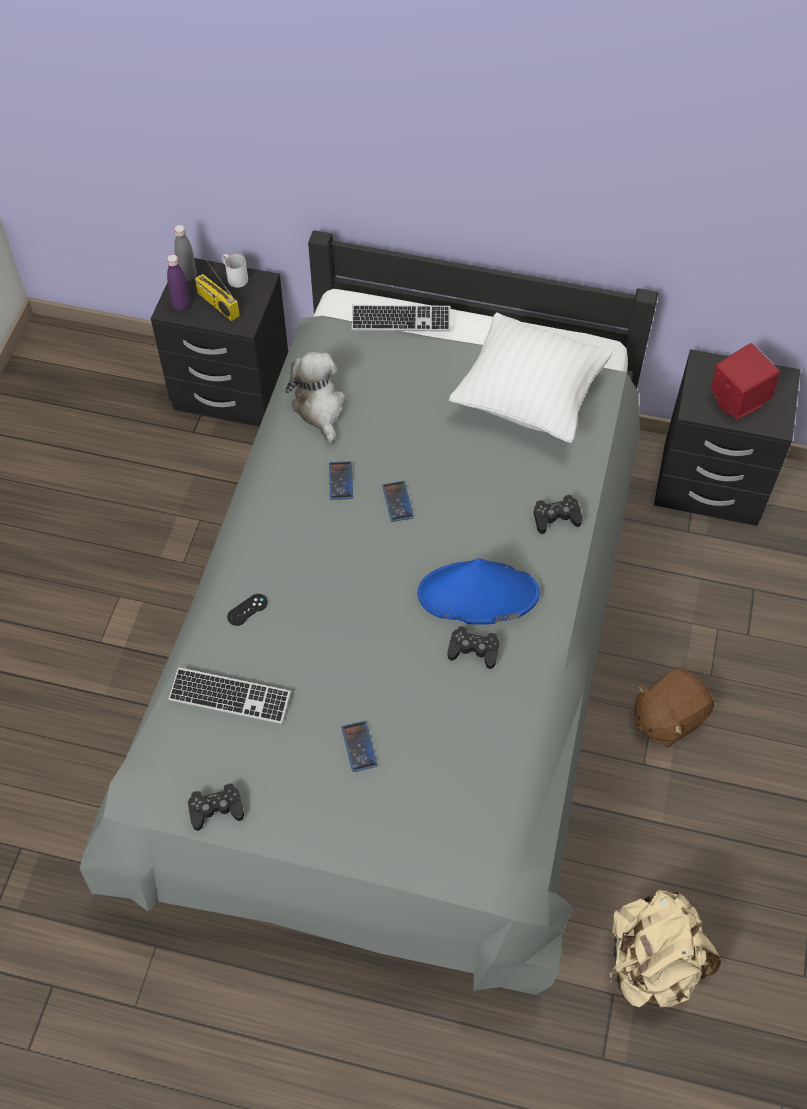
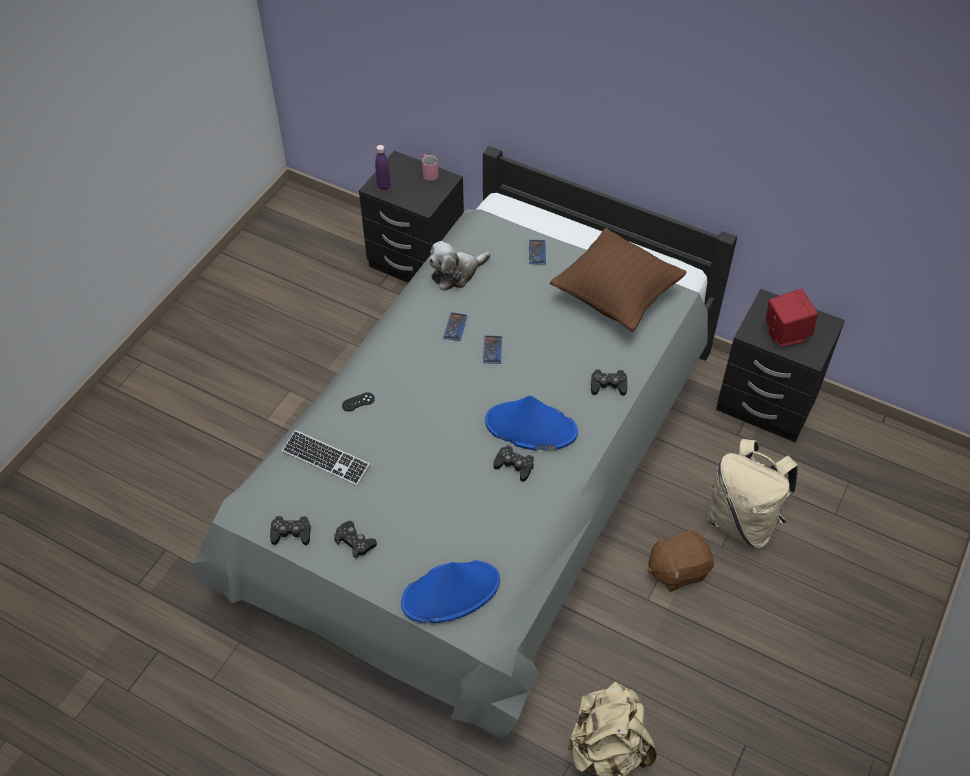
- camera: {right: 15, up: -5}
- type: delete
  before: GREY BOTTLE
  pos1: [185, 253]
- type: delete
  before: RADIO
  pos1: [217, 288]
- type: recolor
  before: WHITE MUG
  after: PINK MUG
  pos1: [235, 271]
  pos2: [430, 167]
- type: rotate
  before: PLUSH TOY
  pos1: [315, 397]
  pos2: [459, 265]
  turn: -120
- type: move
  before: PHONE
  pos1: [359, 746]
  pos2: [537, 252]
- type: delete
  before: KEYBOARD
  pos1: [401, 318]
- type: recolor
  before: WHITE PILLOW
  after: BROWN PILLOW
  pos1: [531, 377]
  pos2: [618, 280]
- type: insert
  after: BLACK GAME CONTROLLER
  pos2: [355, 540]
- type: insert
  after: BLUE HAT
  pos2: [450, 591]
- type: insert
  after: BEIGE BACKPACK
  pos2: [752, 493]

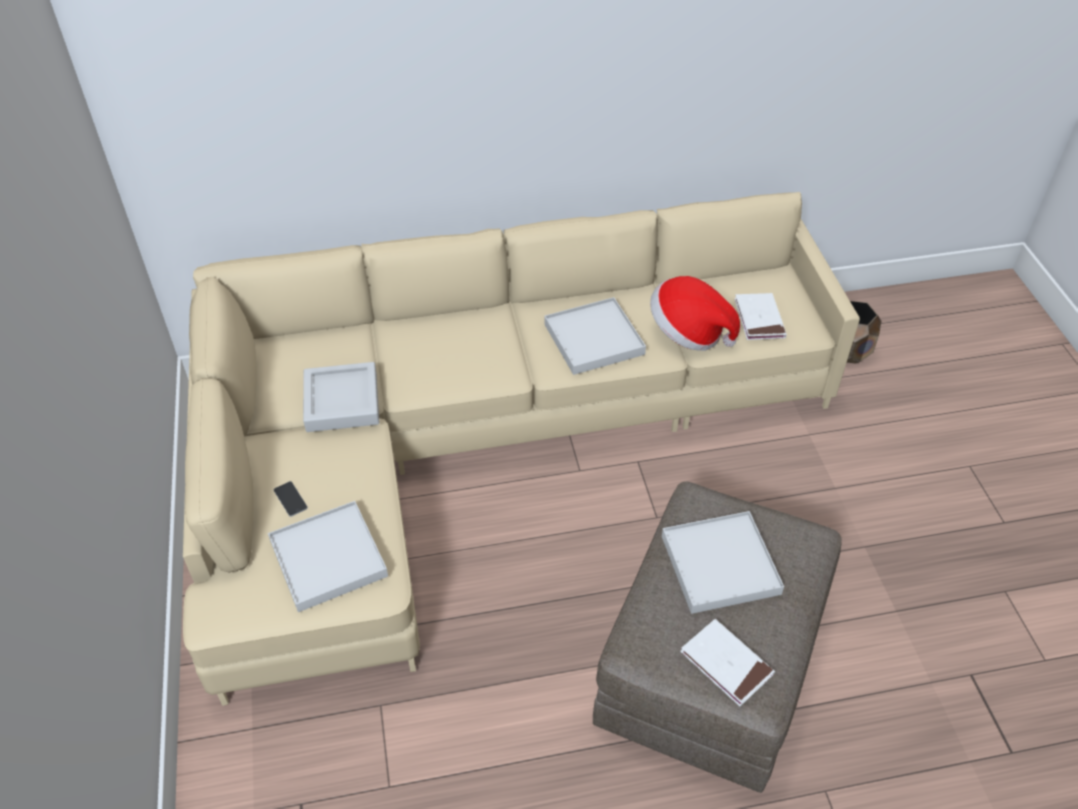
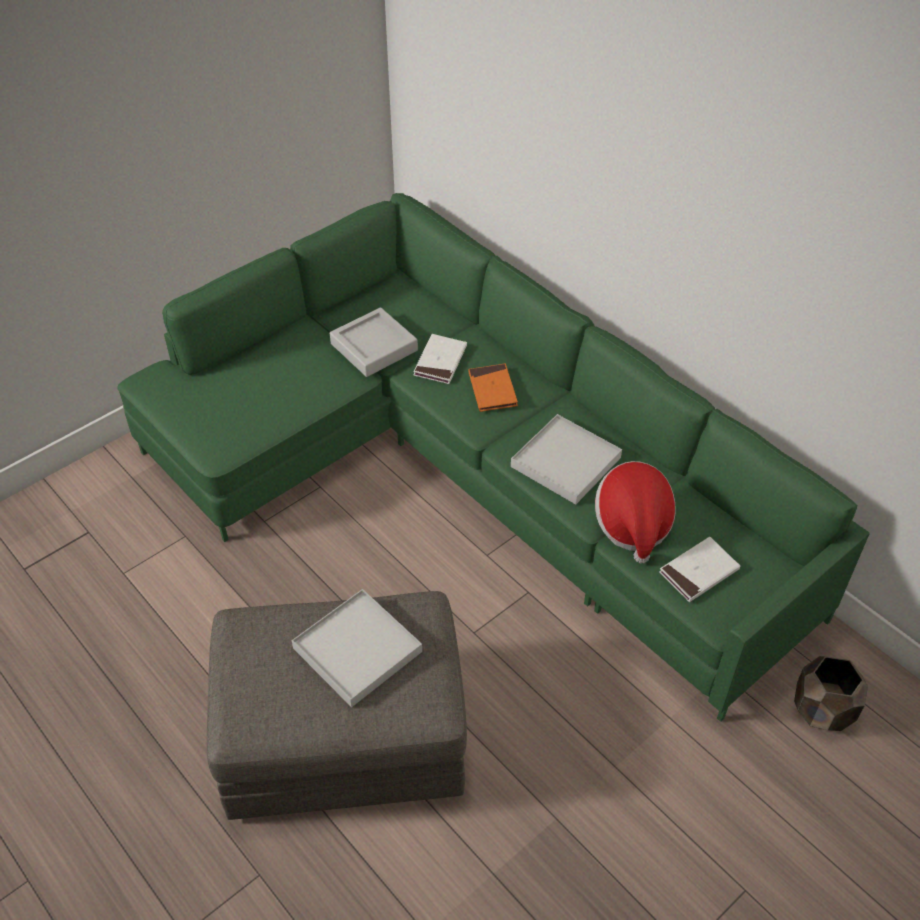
- camera: {right: 60, up: 0}
- type: recolor
  before: BEIGE SOFA
  after: GREEN SOFA
  pos1: [521, 449]
  pos2: [493, 457]
- type: delete
  before: WHITE TRAY
  pos1: [328, 556]
- type: delete
  before: PHONE
  pos1: [291, 499]
- type: move
  before: WHITE BOOK
  pos1: [727, 662]
  pos2: [440, 359]
- type: insert
  after: ORANGE BOOK
  pos2: [493, 388]

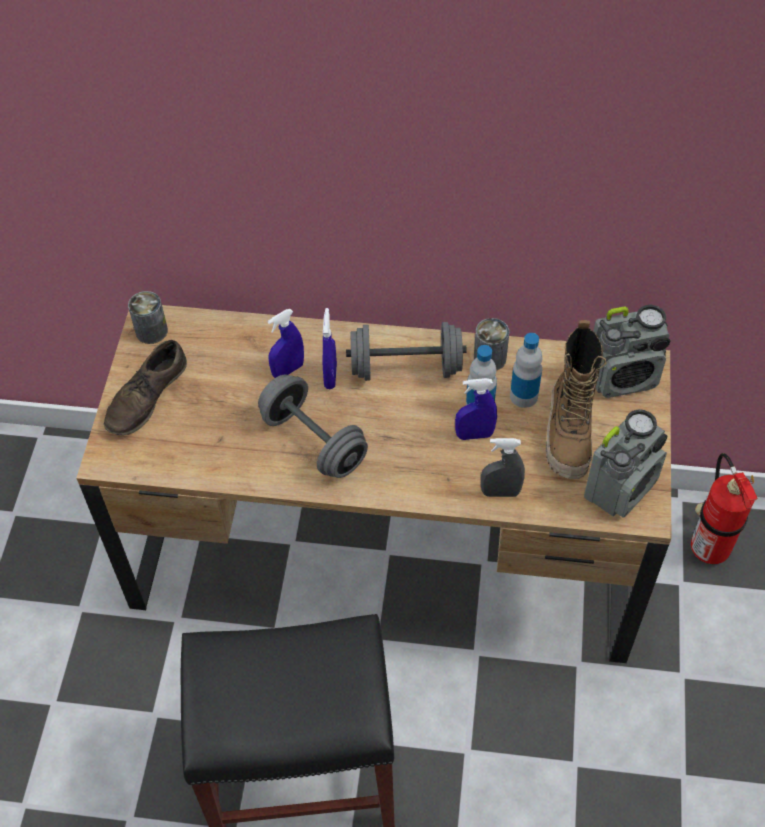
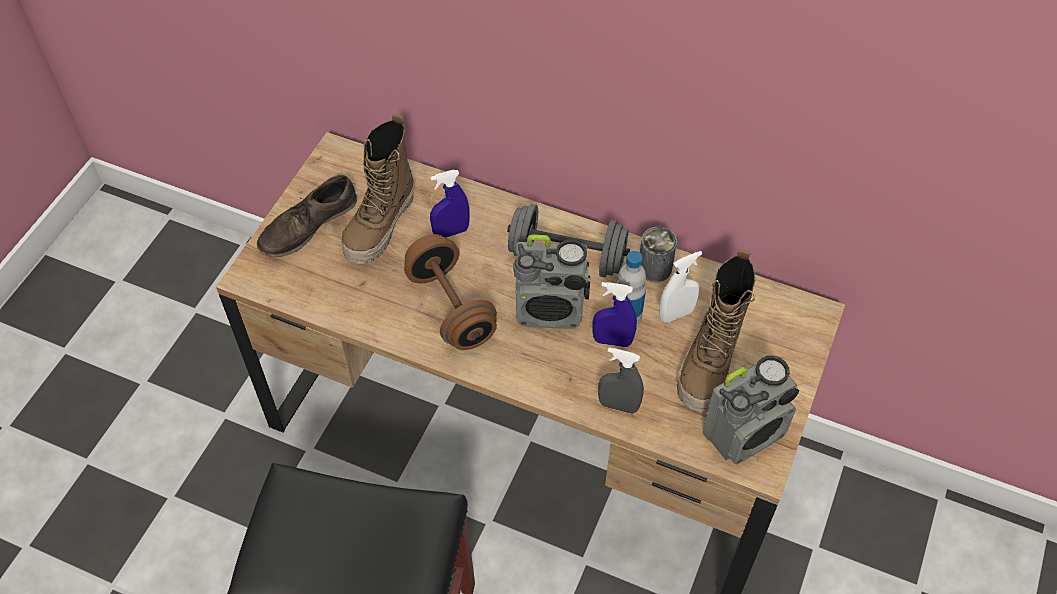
- camera: {right: 15, up: 0}
- type: delete
  before: CAN
  pos1: [148, 317]
- type: recolor
  before: GREY DUMBBELL
  after: BROWN DUMBBELL
  pos1: [313, 426]
  pos2: [450, 292]
- type: delete
  before: BLUE SPRAY BOTTLE
  pos1: [329, 348]
- type: replace
  before: BOTTLE
  after: WHITE SPRAY BOTTLE
  pos1: [526, 370]
  pos2: [680, 287]
- type: move
  before: RADIO
  pos1: [632, 351]
  pos2: [551, 282]
- type: delete
  before: FIRE EXTINGUISHER
  pos1: [724, 508]
- type: insert
  after: BOOT
  pos2: [378, 188]

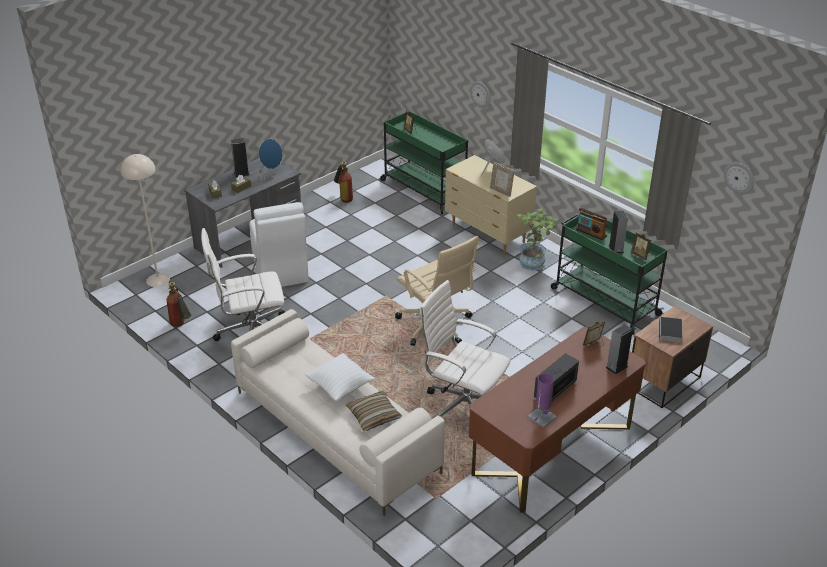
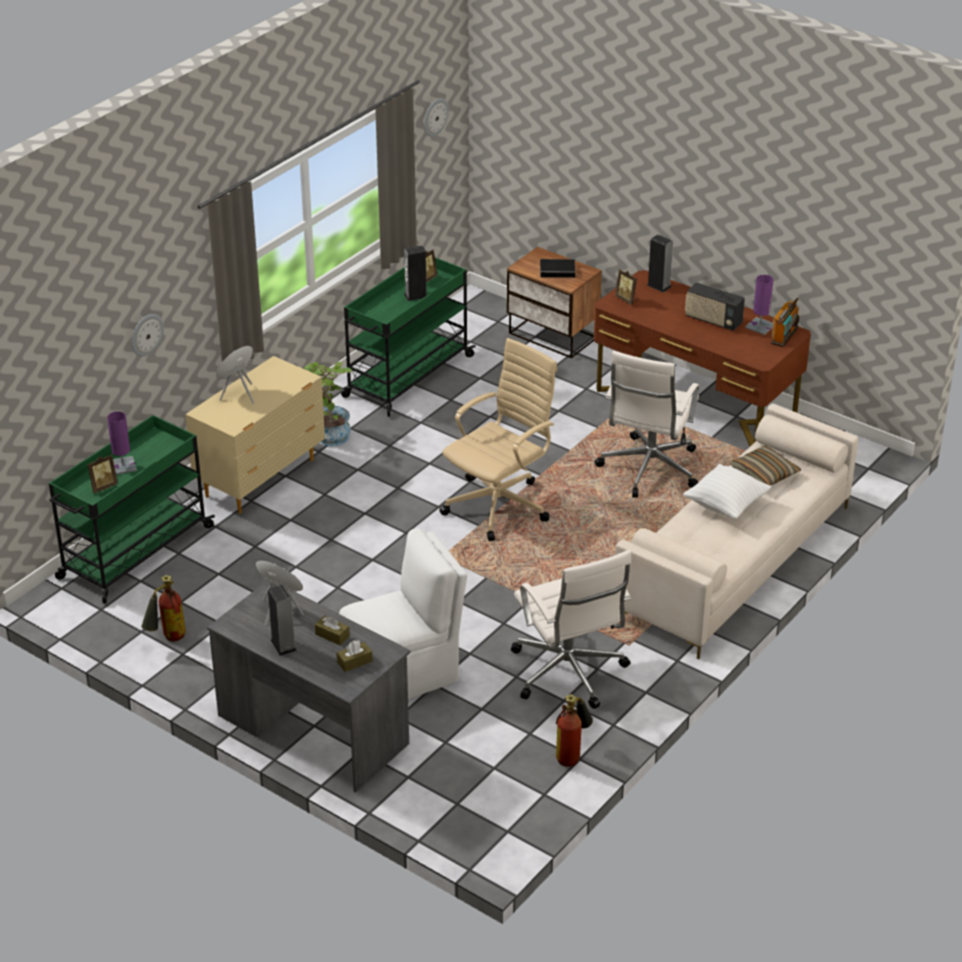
- camera: {right: -100, up: 0}
- type: delete
  before: BEIGE FLOOR LAMP
  pos1: [145, 220]
- type: delete
  before: PICTURE FRAME
  pos1: [502, 179]
- type: move
  before: RADIO
  pos1: [592, 224]
  pos2: [785, 322]
- type: insert
  after: PURPLE TABLE LAMP
  pos2: [122, 443]

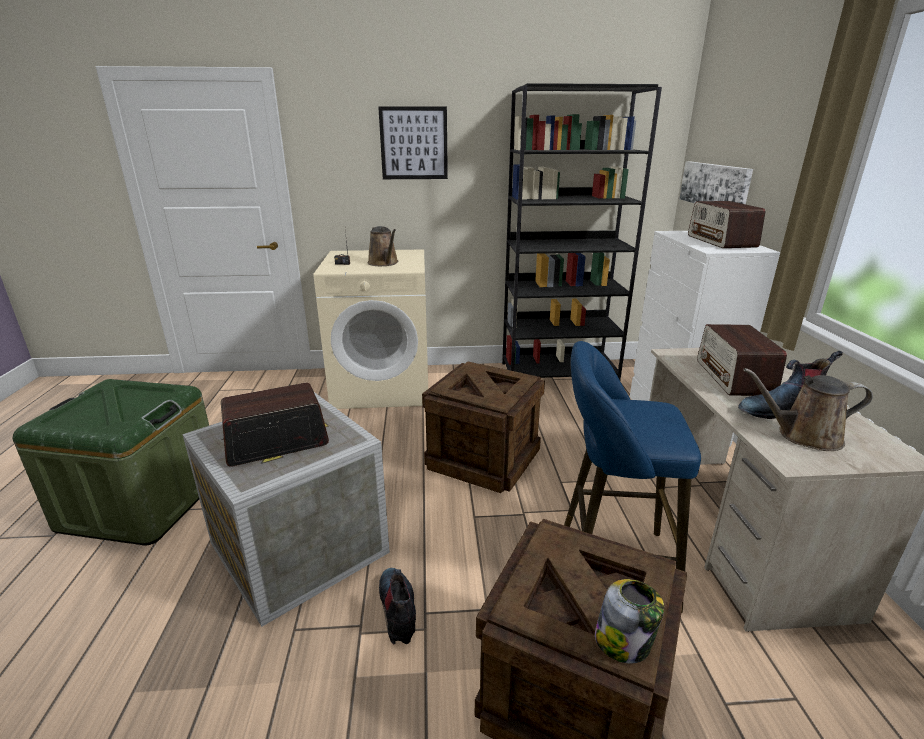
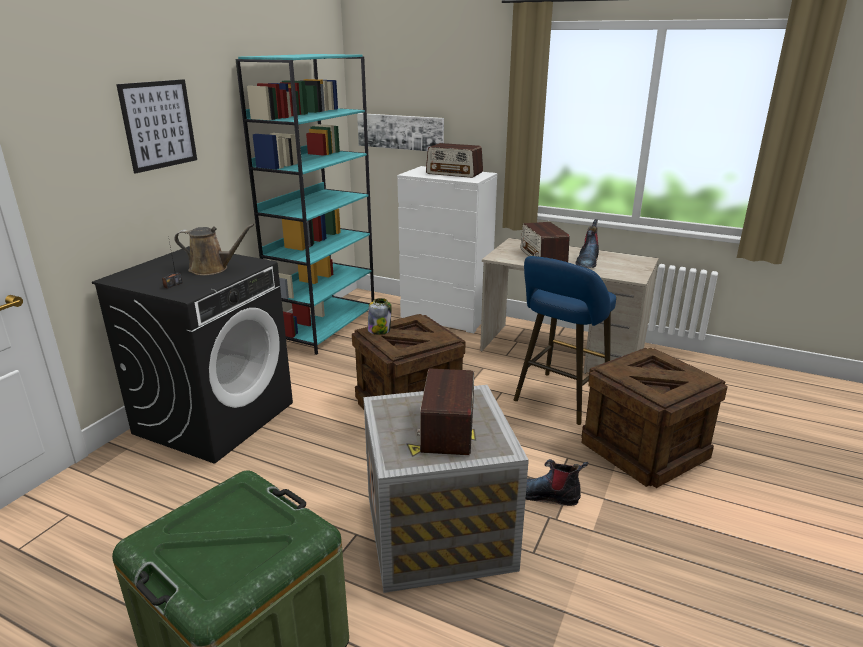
- camera: {right: -60, up: 0}
- type: recolor
  before: BEIGE WASHING MACHINE
  after: BLACK WASHING MACHINE
  pos1: [370, 329]
  pos2: [192, 355]
- type: recolor
  before: BLACK BOOKCASE
  after: TURQUOISE BOOKCASE
  pos1: [582, 231]
  pos2: [305, 204]
- type: move
  before: JAR
  pos1: [629, 621]
  pos2: [380, 316]
- type: rotate
  before: RADIO
  pos1: [742, 360]
  pos2: [545, 242]
  turn: 45
- type: delete
  before: BROWN WATERING CAN
  pos1: [808, 409]

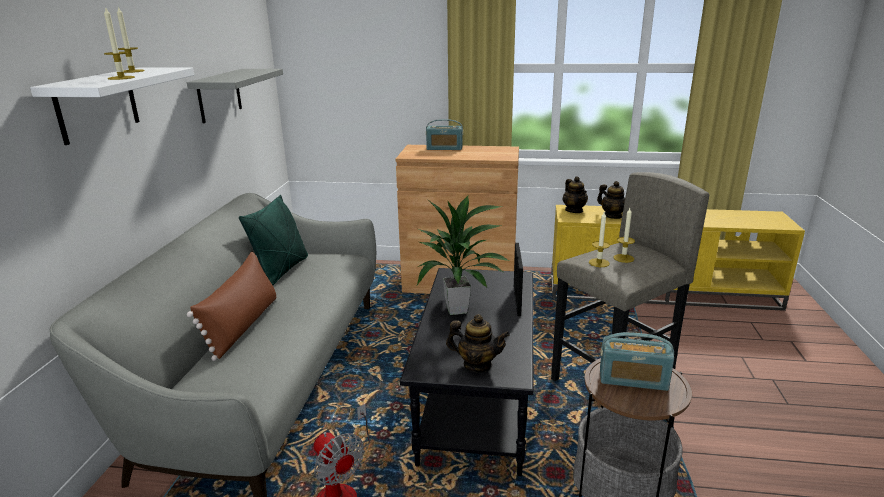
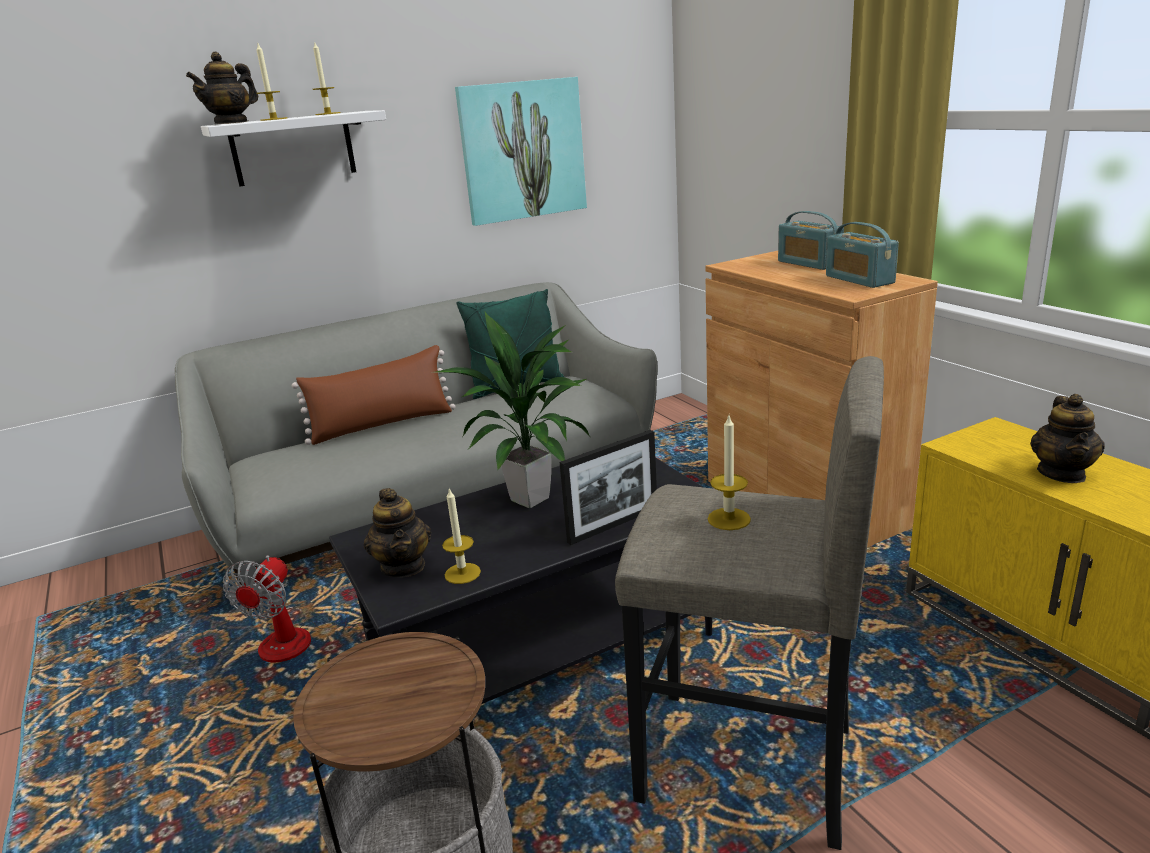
- camera: {right: 55, up: 0}
- type: replace
  before: GREY SHELF
  after: PICTURE
  pos1: [235, 96]
  pos2: [521, 151]
- type: move
  before: TEAPOT
  pos1: [575, 194]
  pos2: [222, 88]
- type: move
  before: CANDLE
  pos1: [599, 239]
  pos2: [461, 536]
- type: move
  before: RADIO
  pos1: [637, 361]
  pos2: [862, 255]

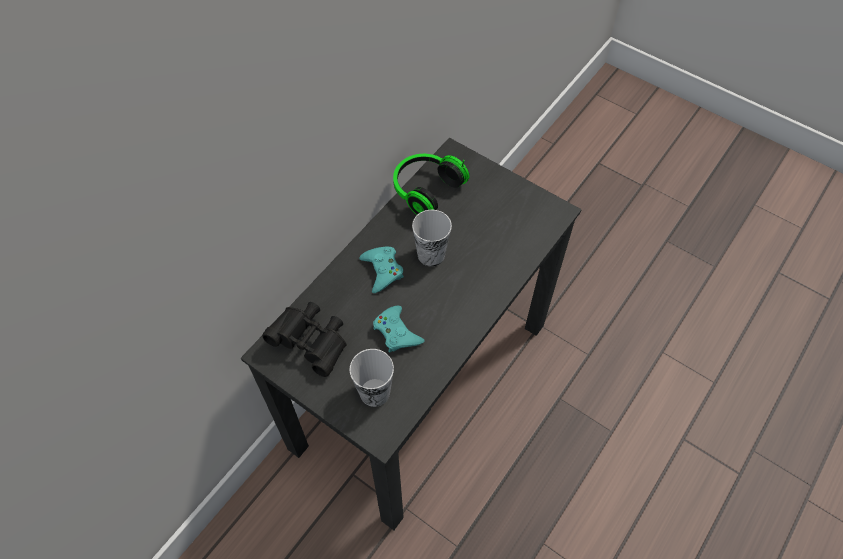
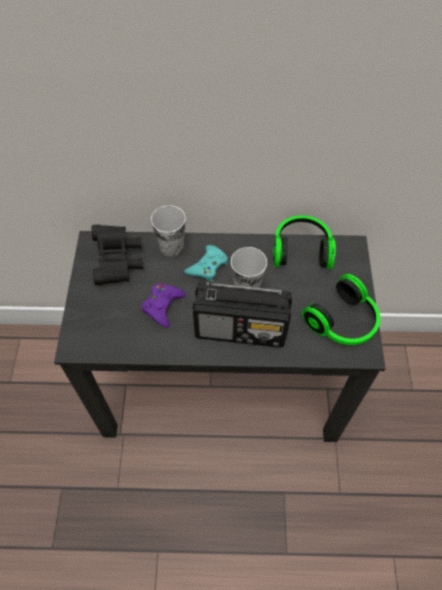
- camera: {right: 55, up: 0}
- type: move
  before: CUP
  pos1: [372, 378]
  pos2: [168, 231]
- type: recolor
  before: TURQUOISE GAME CONTROLLER
  after: PURPLE GAME CONTROLLER
  pos1: [399, 329]
  pos2: [164, 306]
- type: insert
  after: RADIO
  pos2: [242, 314]
- type: insert
  after: HEADPHONES
  pos2: [341, 309]

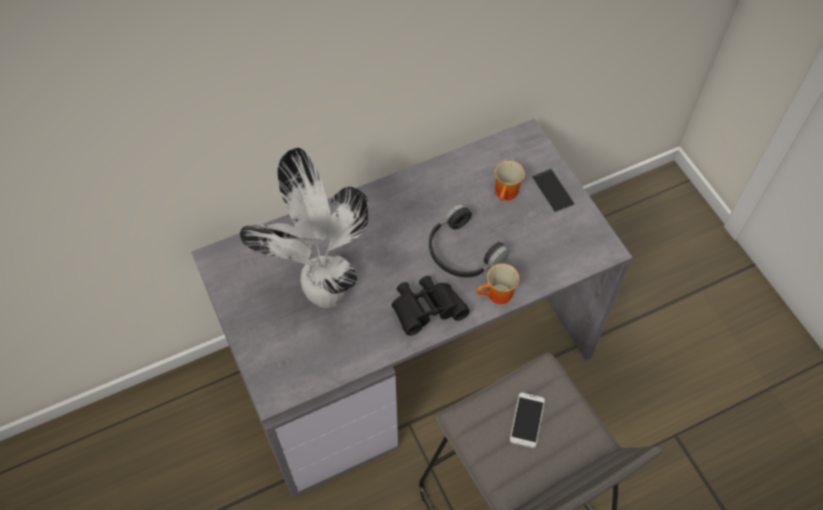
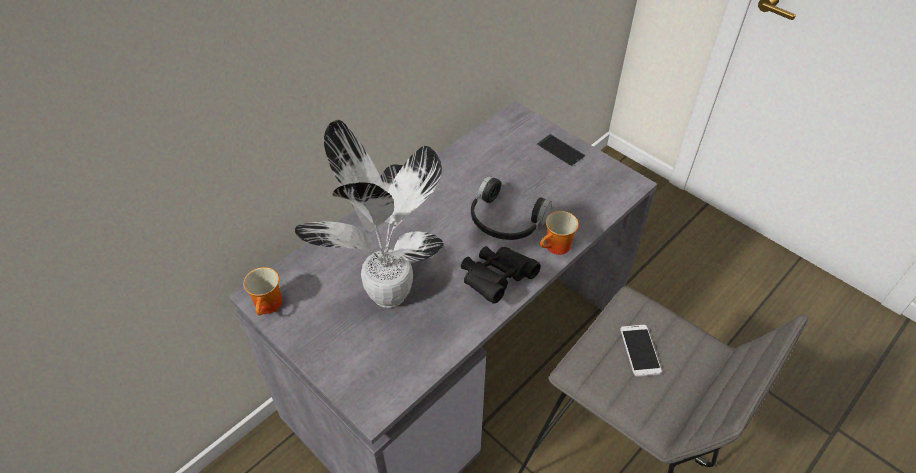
- camera: {right: -20, up: -10}
- type: move
  before: MUG
  pos1: [510, 181]
  pos2: [262, 291]

